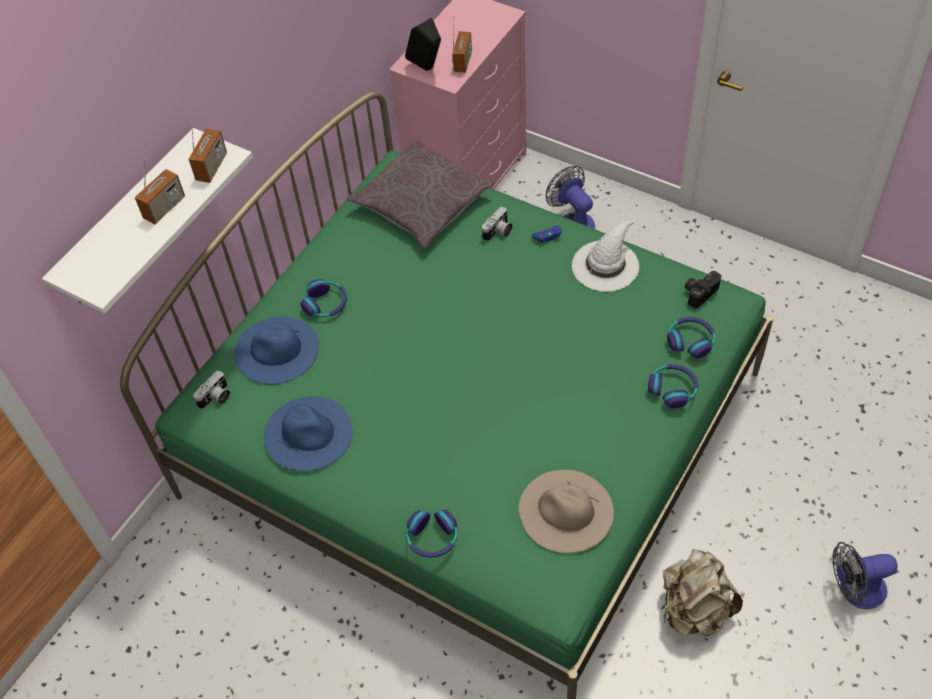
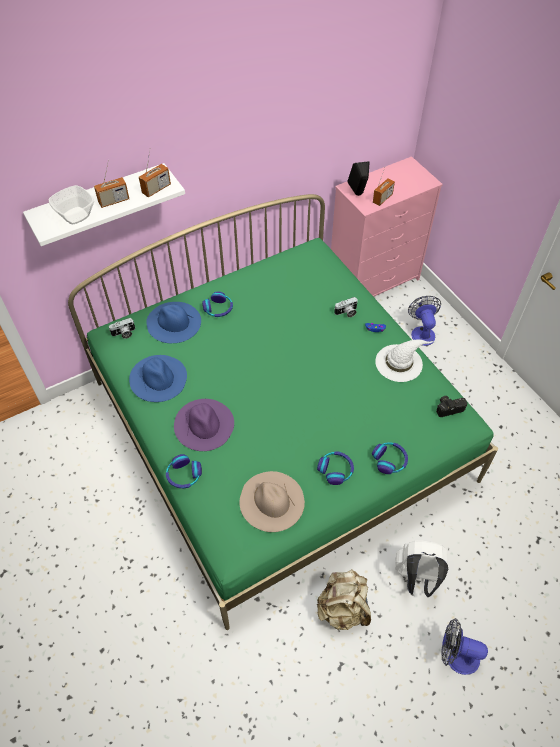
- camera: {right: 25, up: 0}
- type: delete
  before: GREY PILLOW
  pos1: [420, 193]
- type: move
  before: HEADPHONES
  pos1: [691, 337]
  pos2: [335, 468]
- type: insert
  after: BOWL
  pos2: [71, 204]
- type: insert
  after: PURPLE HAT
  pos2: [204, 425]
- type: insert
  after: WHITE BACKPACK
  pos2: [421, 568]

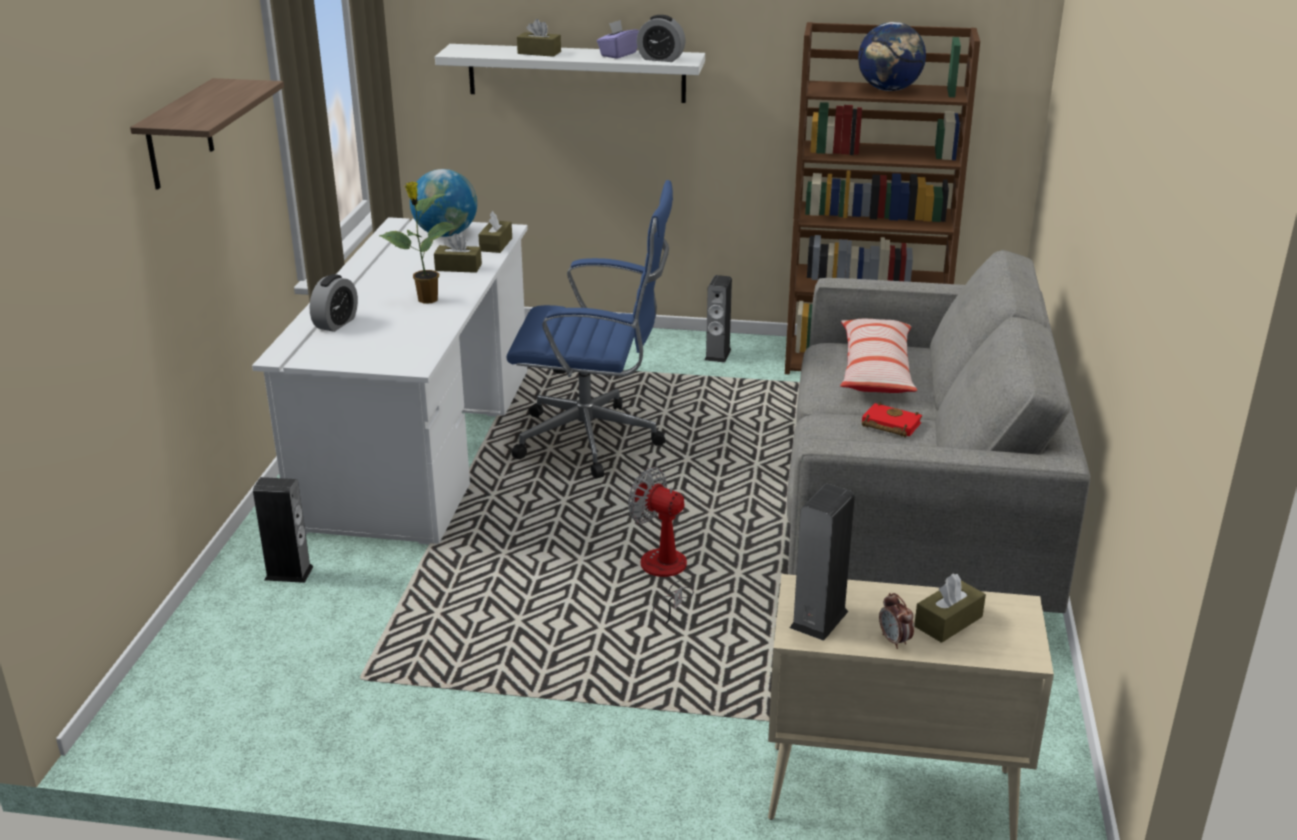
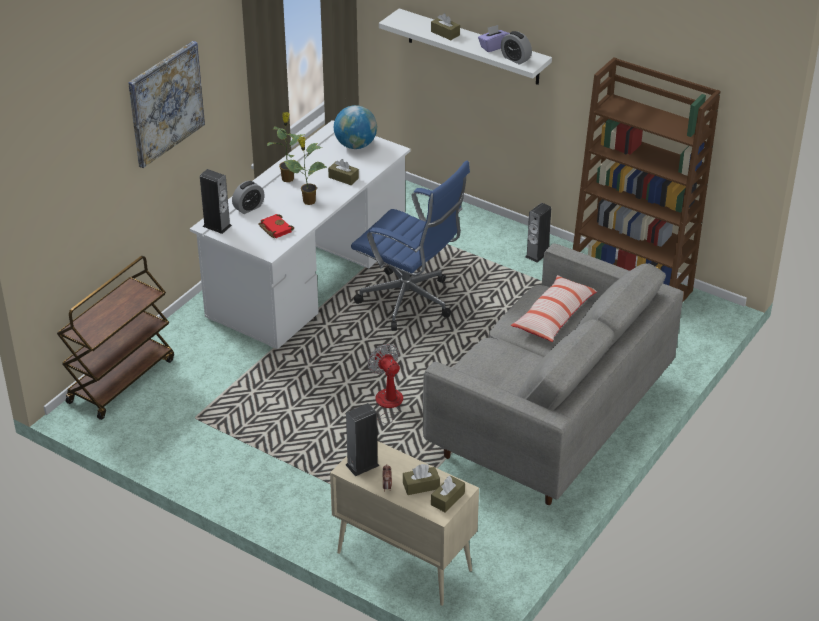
- camera: {right: 25, up: 10}
- type: replace
  before: SHELF
  after: PICTURE
  pos1: [207, 133]
  pos2: [166, 104]
- type: move
  before: SPEAKER
  pos1: [283, 530]
  pos2: [216, 201]
- type: move
  before: BROWN TISSUE BOX
  pos1: [495, 232]
  pos2: [448, 494]
- type: delete
  before: GLOBE
  pos1: [892, 56]
- type: move
  before: RED BOOK
  pos1: [892, 419]
  pos2: [276, 226]
- type: insert
  after: BROWN CART
  pos2: [115, 338]
- type: insert
  after: POTTED PLANT
  pos2: [286, 147]

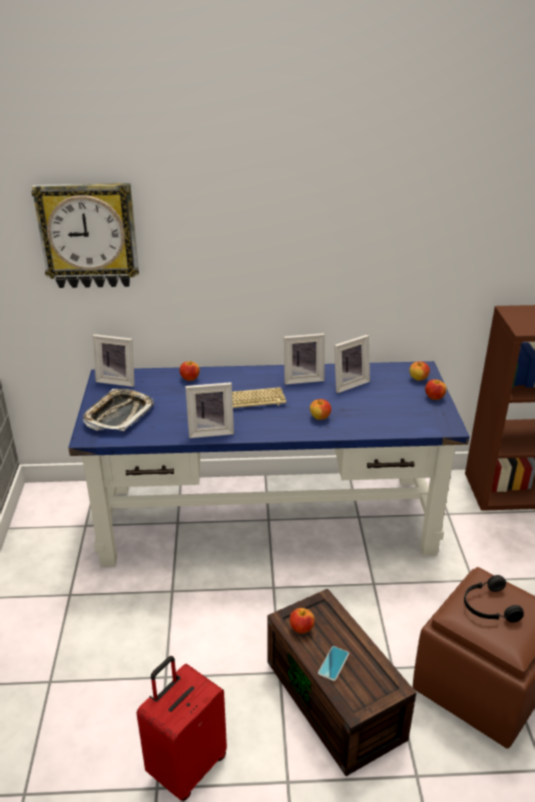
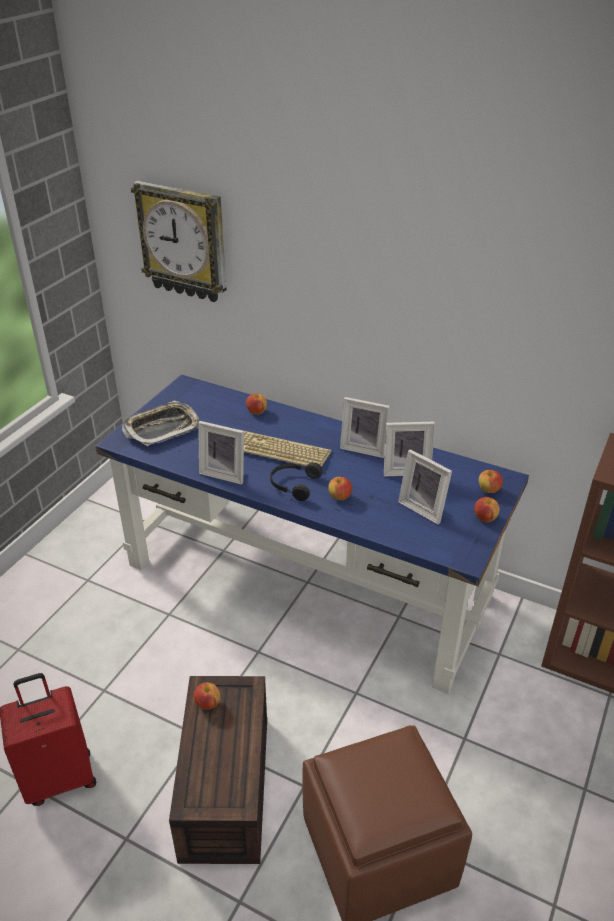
- camera: {right: 30, up: 5}
- type: move
  before: PICTURE FRAME
  pos1: [114, 360]
  pos2: [425, 487]
- type: delete
  before: PHONE
  pos1: [333, 663]
- type: move
  before: BLACK HEADPHONES
  pos1: [494, 599]
  pos2: [296, 481]

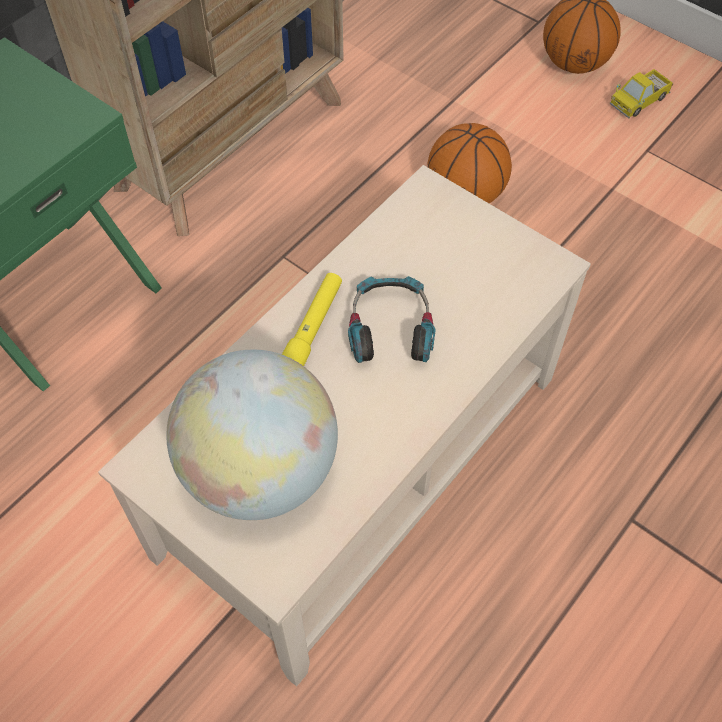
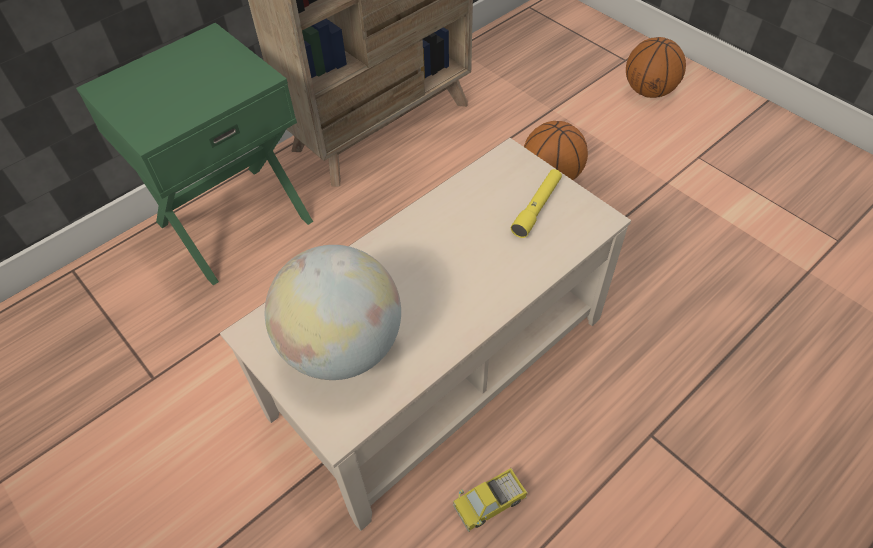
- camera: {right: 10, up: -5}
- type: move
  before: YELLOW FLASHLIGHT
  pos1: [312, 319]
  pos2: [536, 203]
- type: delete
  before: HEADPHONES
  pos1: [392, 319]
- type: move
  before: TOY TRUCK
  pos1: [641, 93]
  pos2: [490, 500]

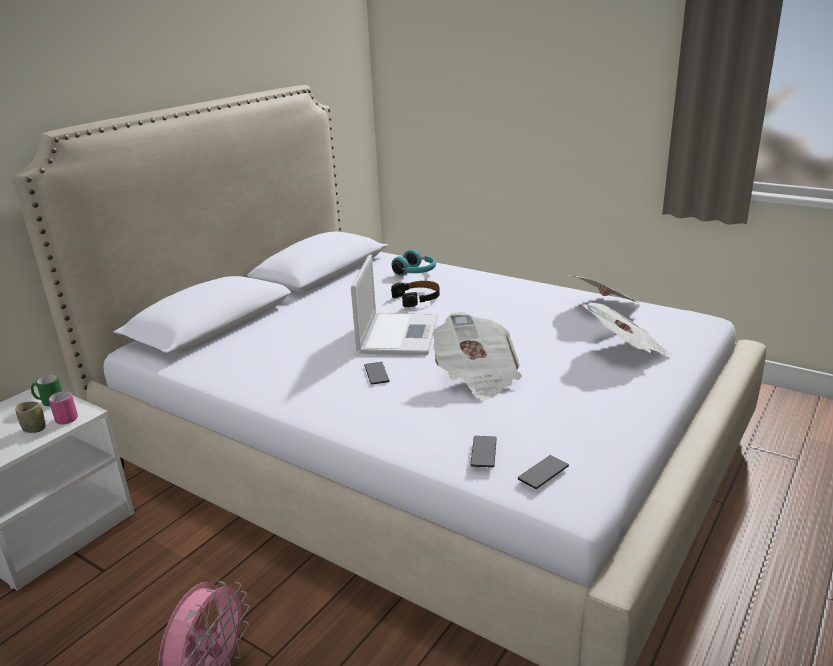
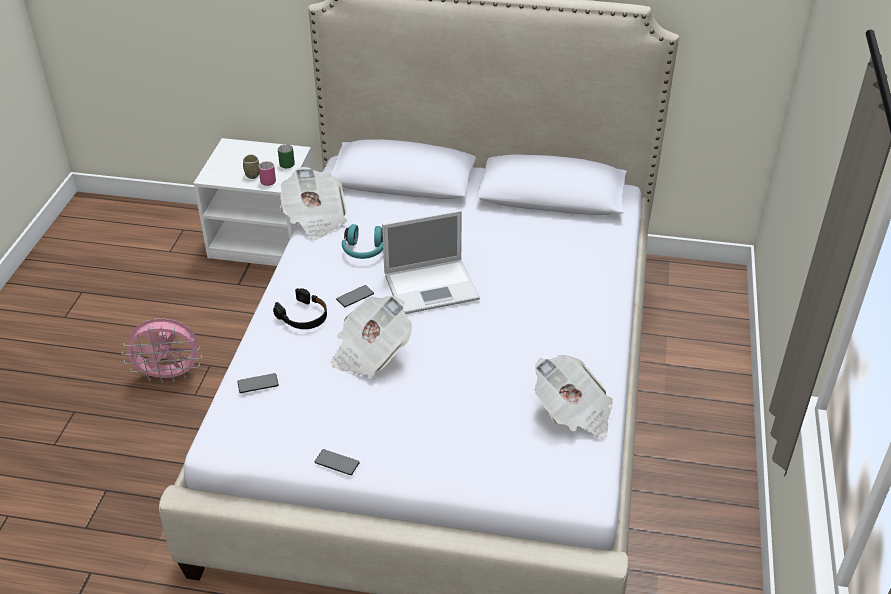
- camera: {right: 65, up: 15}
- type: move
  before: BLACK HEADPHONES
  pos1: [415, 294]
  pos2: [300, 308]
- type: move
  before: TURQUOISE HEADPHONES
  pos1: [414, 262]
  pos2: [362, 241]
- type: move
  before: PHONE
  pos1: [543, 472]
  pos2: [337, 462]
- type: move
  before: NEWSPAPER
  pos1: [627, 329]
  pos2: [313, 203]

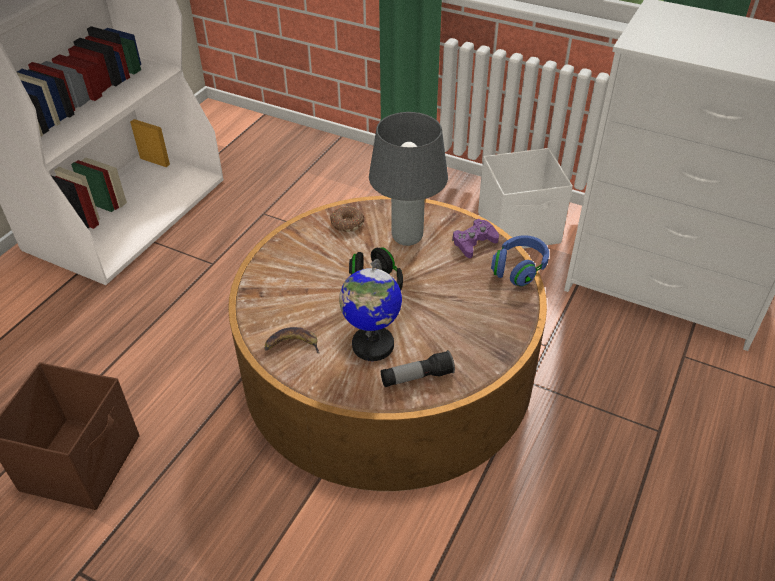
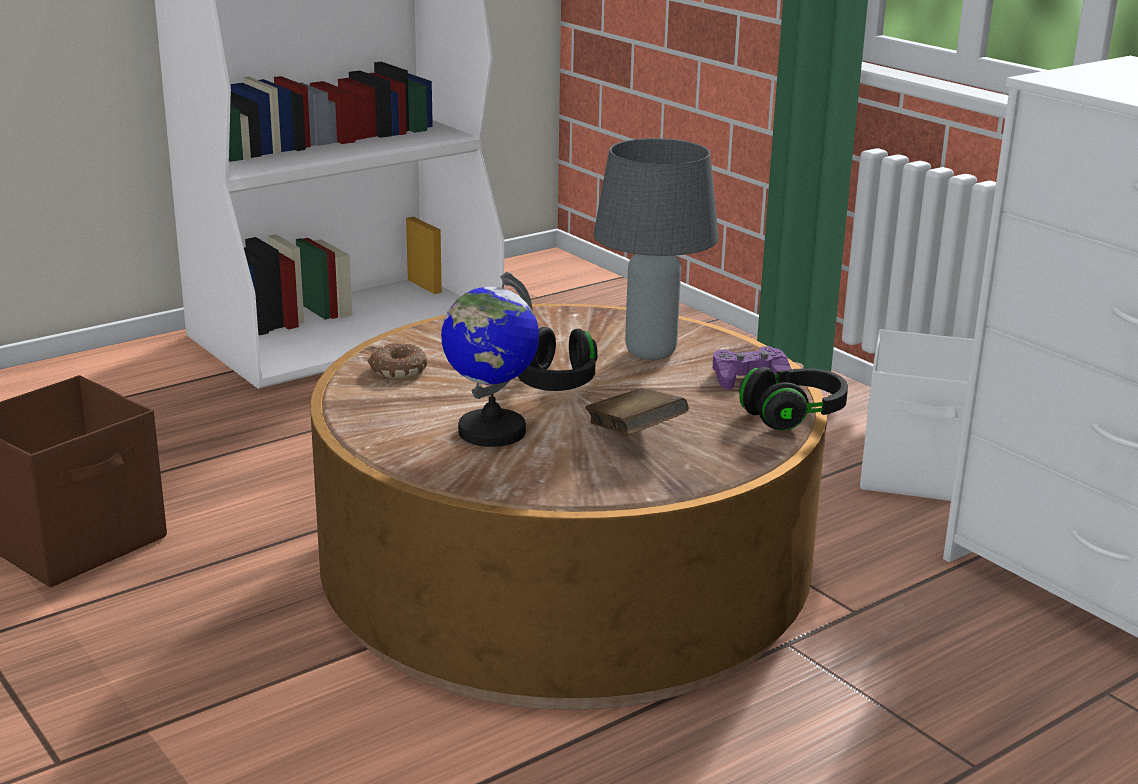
- camera: {right: 25, up: -20}
- type: delete
  before: BANANA
  pos1: [292, 340]
- type: move
  before: DONUT
  pos1: [347, 219]
  pos2: [397, 361]
- type: delete
  before: FLASHLIGHT
  pos1: [418, 368]
- type: recolor
  before: BLUE HEADPHONES
  after: BLACK HEADPHONES
  pos1: [520, 261]
  pos2: [793, 398]
- type: insert
  after: BROWN BOOK
  pos2: [637, 411]

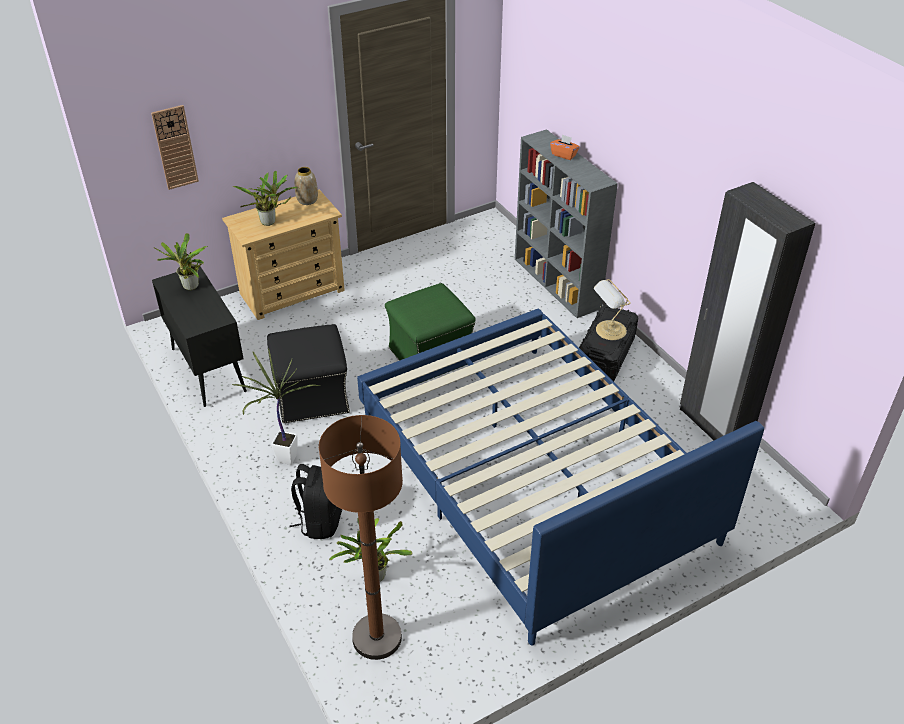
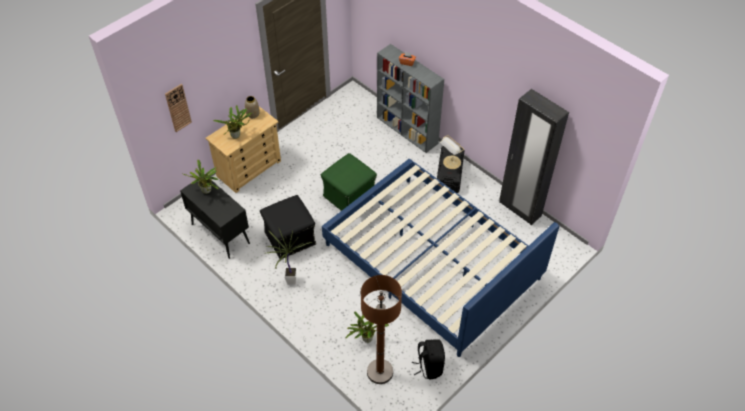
- camera: {right: -15, up: 10}
- type: move
  before: BLACK BACKPACK
  pos1: [315, 501]
  pos2: [428, 359]

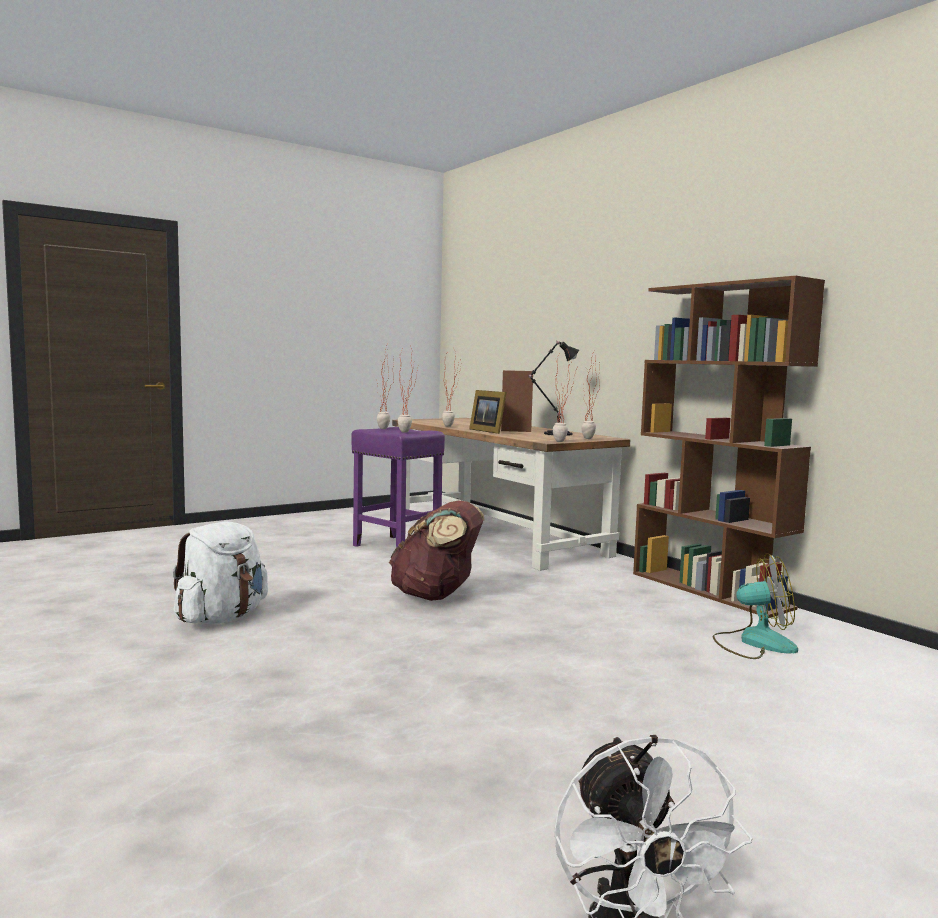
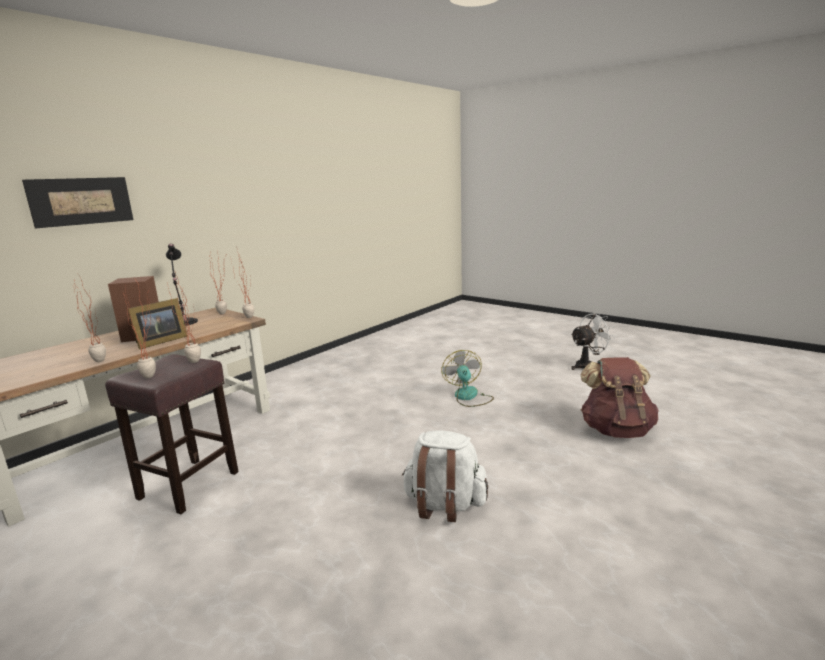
- camera: {right: -105, up: 10}
- type: recolor
  before: PURPLE STOOL
  after: BROWN STOOL
  pos1: [398, 487]
  pos2: [172, 434]
- type: move
  before: BROWN BACKPACK
  pos1: [436, 550]
  pos2: [619, 397]
- type: delete
  before: BROWN BOOKCASE
  pos1: [729, 447]
- type: move
  before: FAN
  pos1: [755, 606]
  pos2: [467, 378]
- type: insert
  after: PICTURE
  pos2: [77, 202]

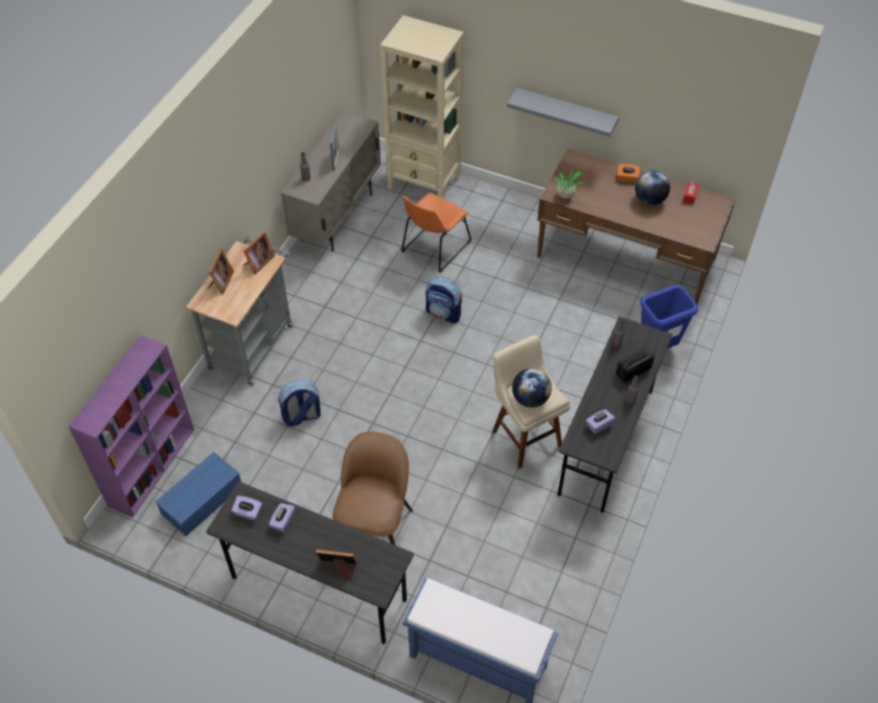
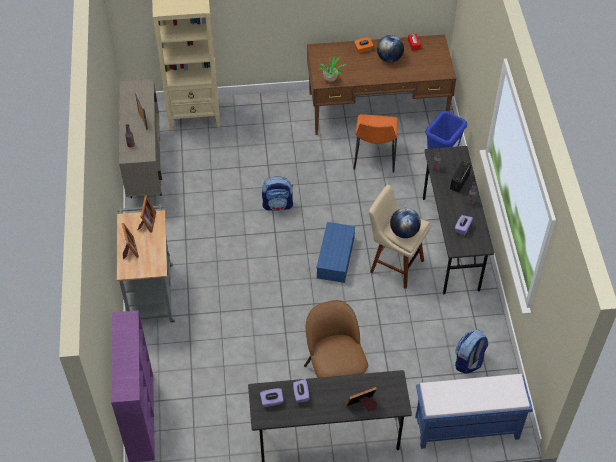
- camera: {right: -30, up: 0}
- type: move
  before: BLUE STORAGE BOX
  pos1: [198, 494]
  pos2: [335, 252]
- type: move
  before: BACKPACK
  pos1: [299, 403]
  pos2: [471, 352]
- type: move
  before: ORANGE CHAIR
  pos1: [436, 233]
  pos2: [376, 143]
- type: delete
  before: GREY SHELF
  pos1: [563, 112]

